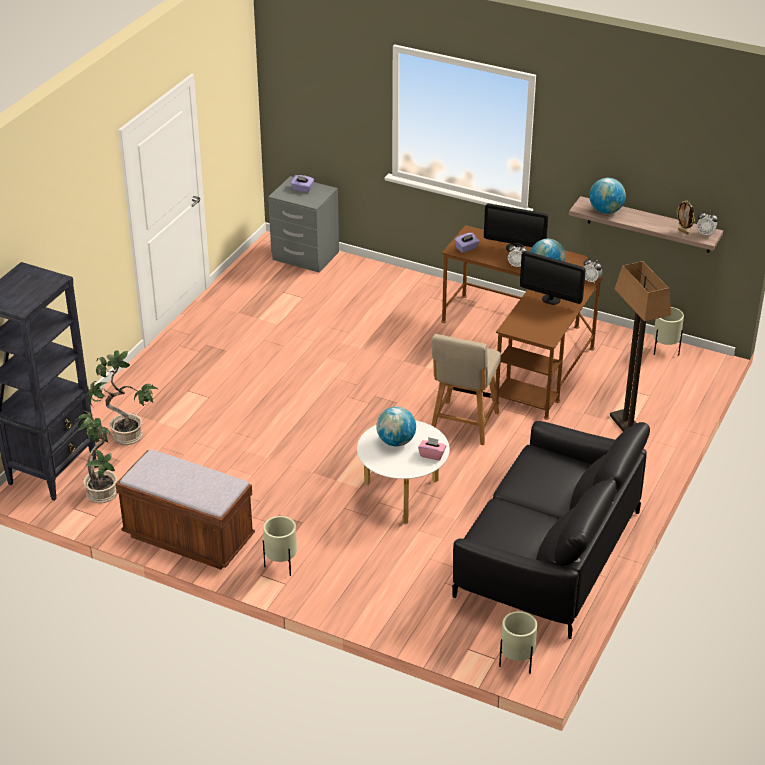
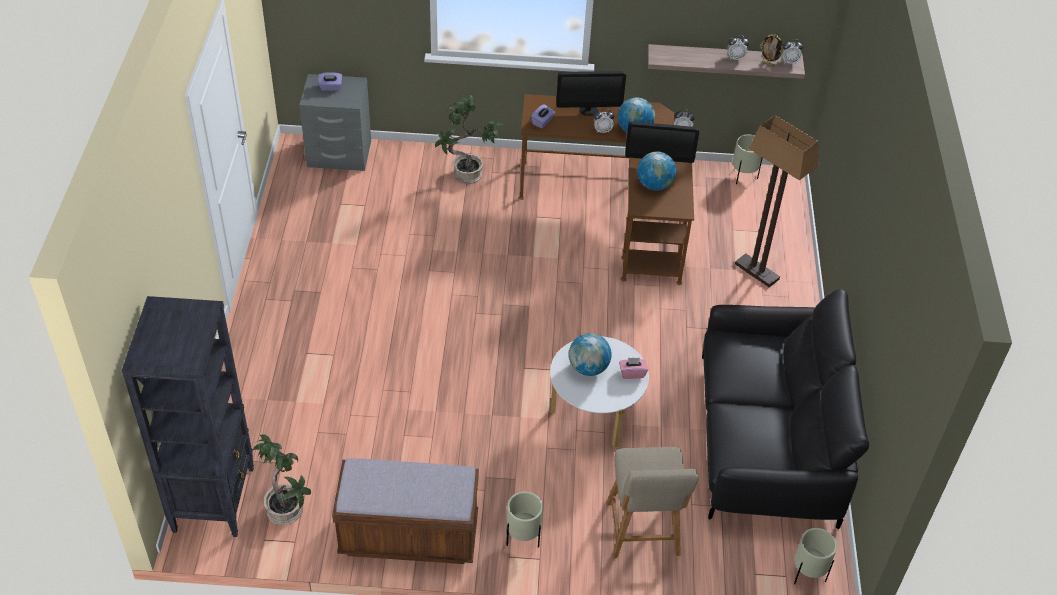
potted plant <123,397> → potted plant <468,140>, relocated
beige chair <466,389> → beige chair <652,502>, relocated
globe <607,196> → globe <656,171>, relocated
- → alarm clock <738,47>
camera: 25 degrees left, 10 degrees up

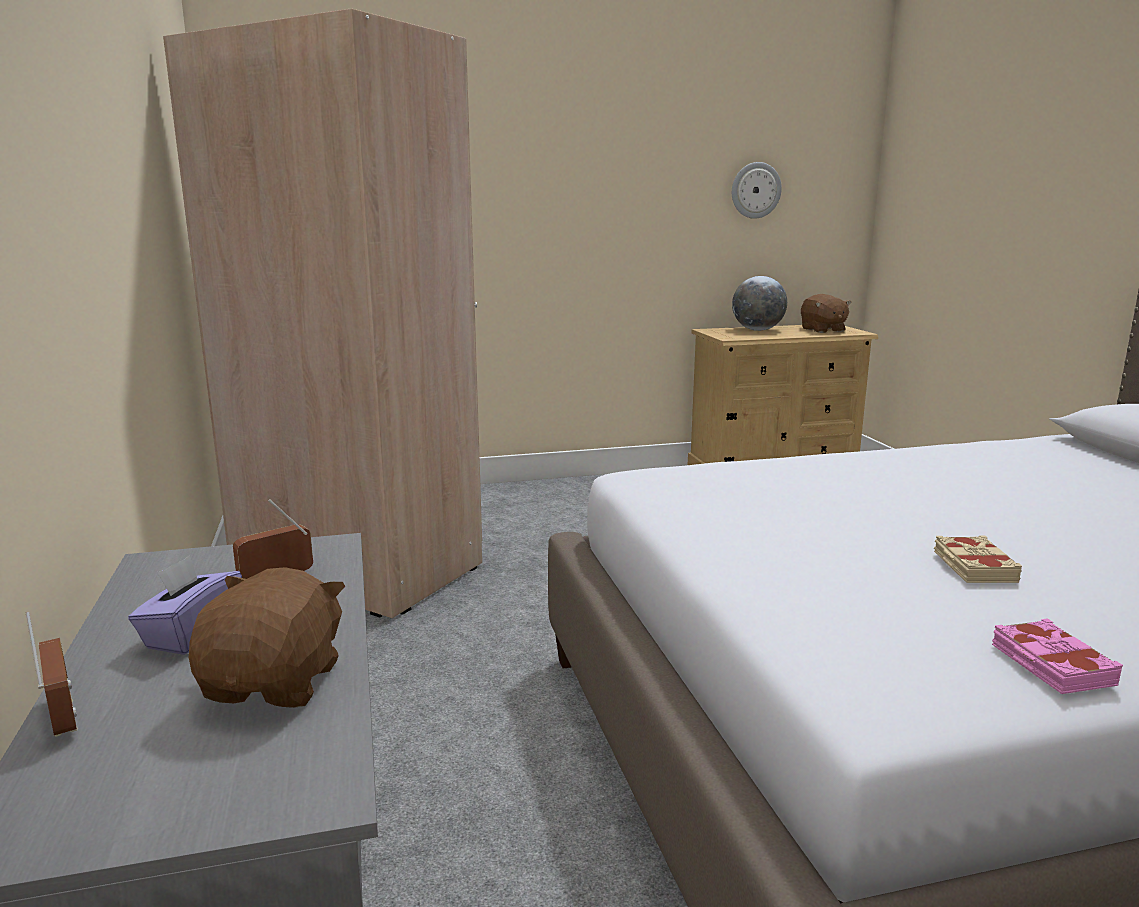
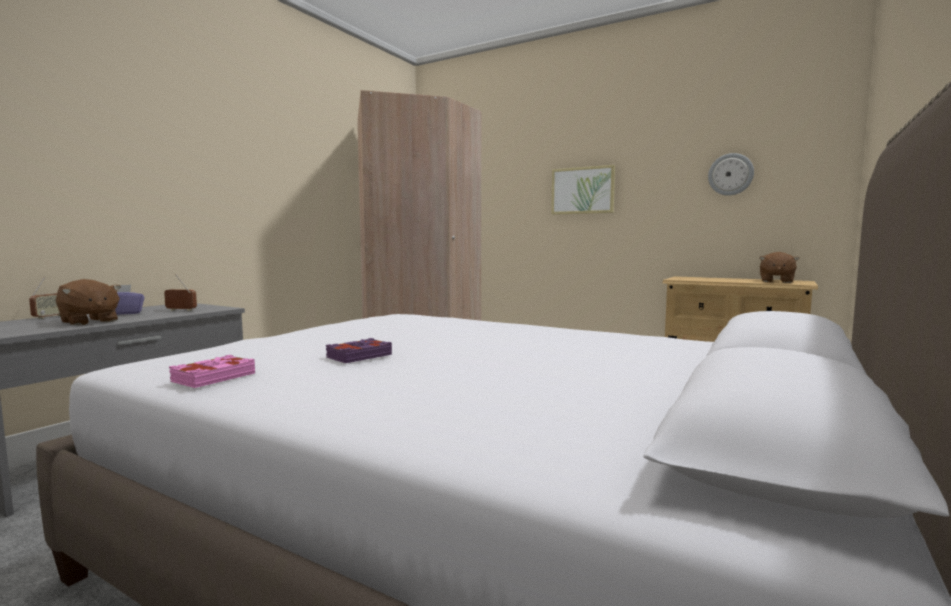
brown plush toy <267,637> → brown plush toy <88,302>, 75 degrees clockwise
beige book <978,559> → purple book <359,350>
- → picture <583,190>
globe <759,303> → -
camera: 45 degrees right, 10 degrees down

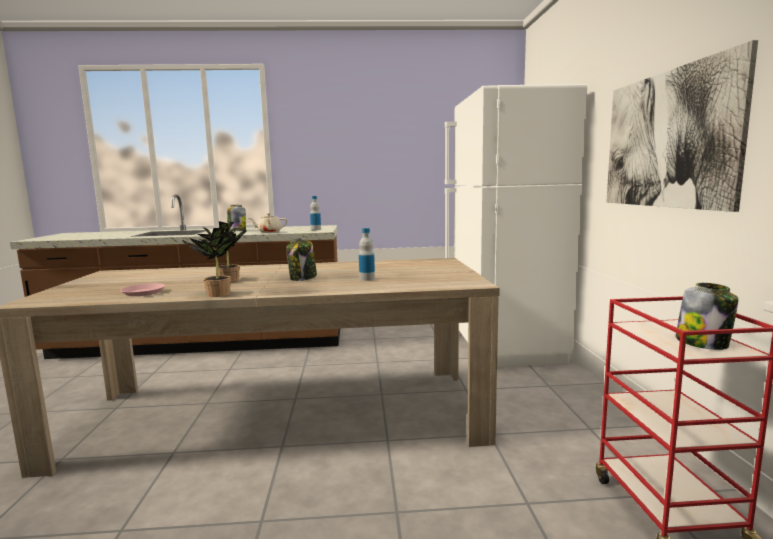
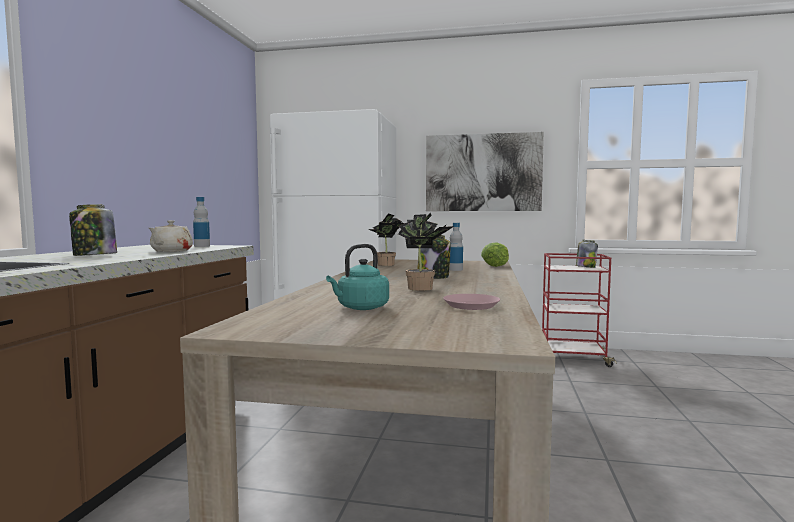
- → turquoise kettle <357,277>
potted plant <211,262> → potted plant <386,239>, relocated
- → lettuce <495,254>
camera: 75 degrees left, 5 degrees down

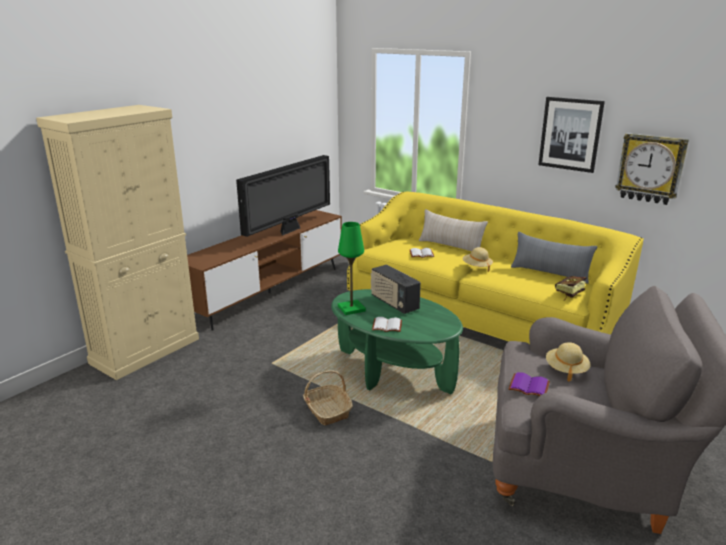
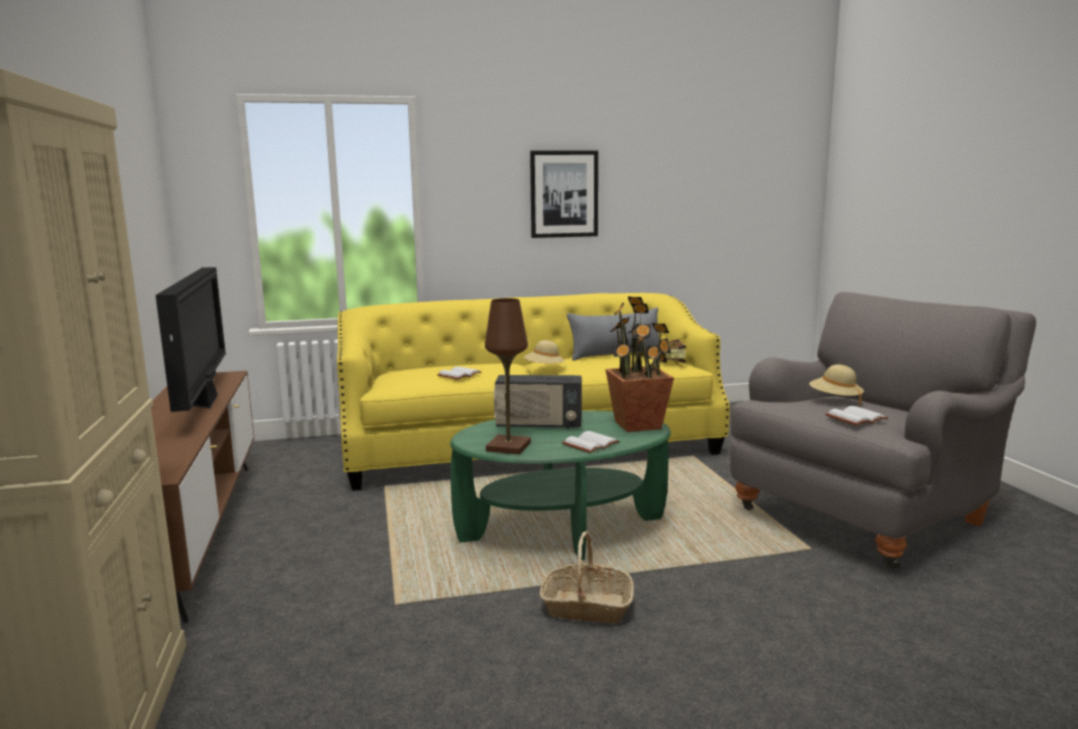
green table lamp <352,268> → brown table lamp <508,376>
- → potted plant <640,364>
purple book <529,384> → white book <856,416>
beige pillow <453,230> → -
wall clock <652,169> → -
camera: 50 degrees left, 10 degrees down

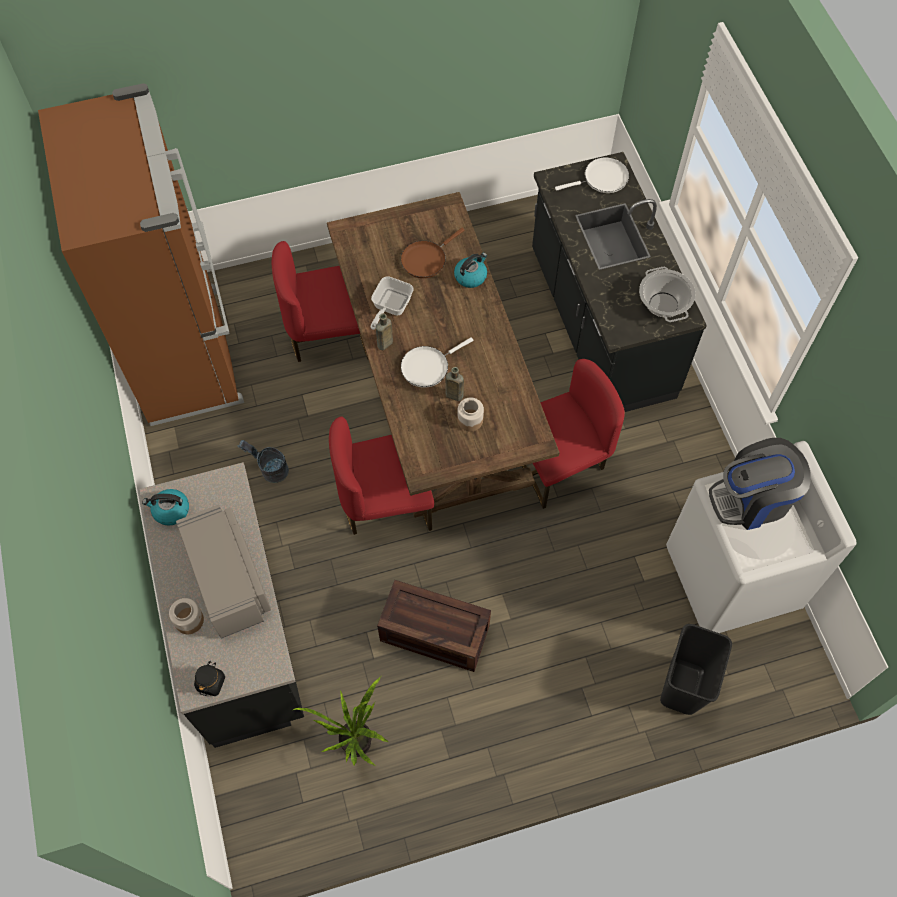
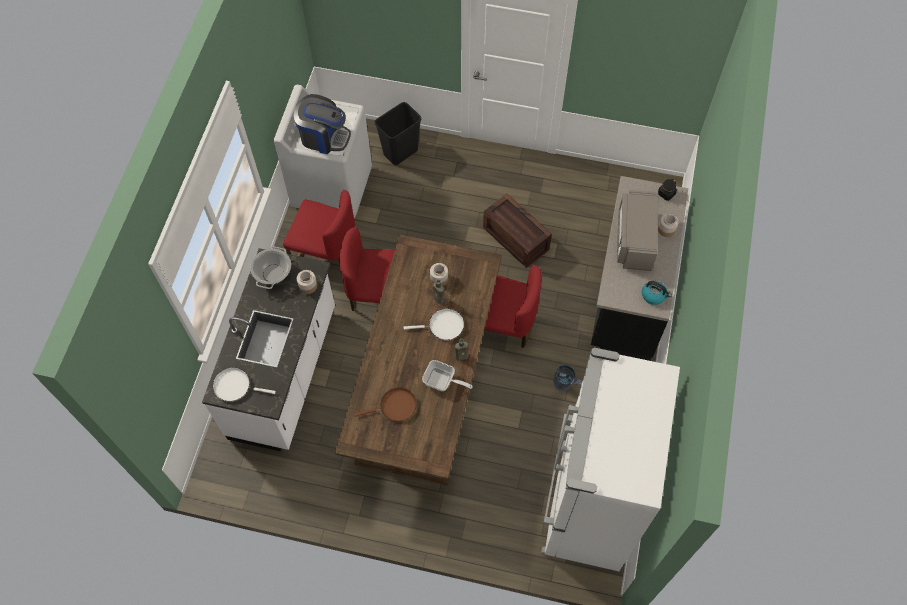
black counter <619,282> → white counter <268,349>
red chair <320,301> → red chair <319,227>, relocated
- → jar <307,282>
frying pan <392,303> → frying pan <447,375>, 60 degrees clockwise
brown fridge <141,254> → white fridge <610,459>
potted plant <340,721> → -
kettle <470,270> → -
camera: 150 degrees left, 0 degrees up

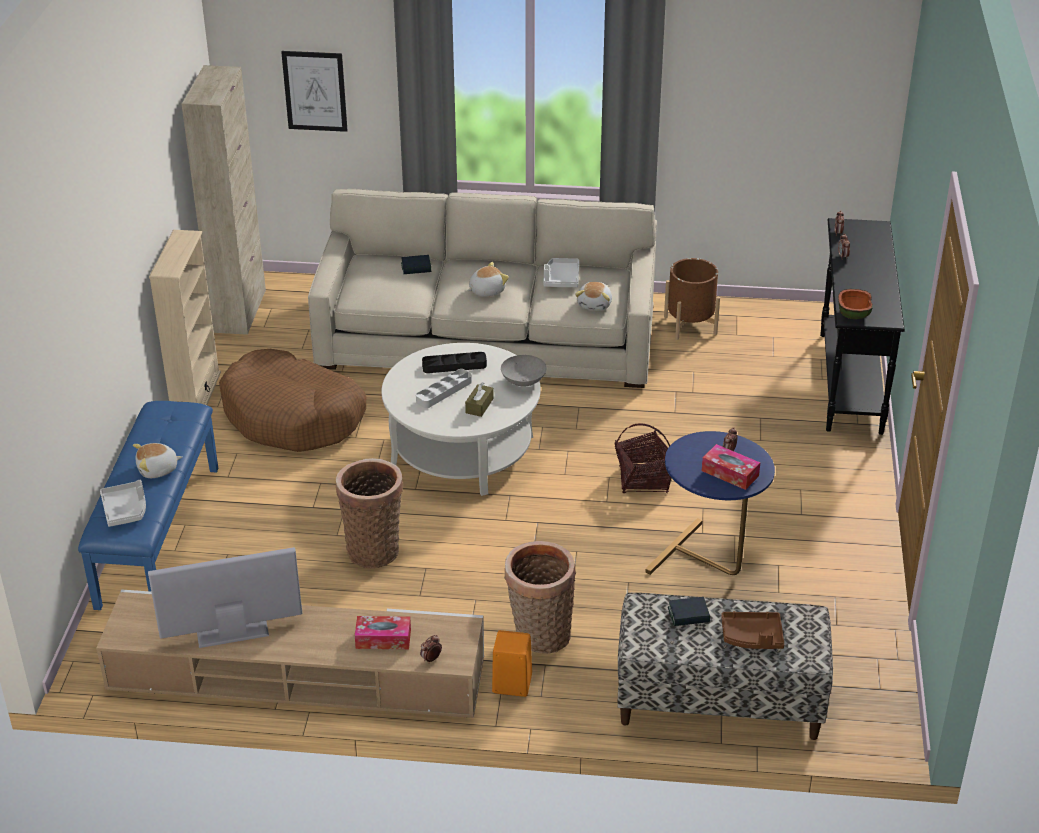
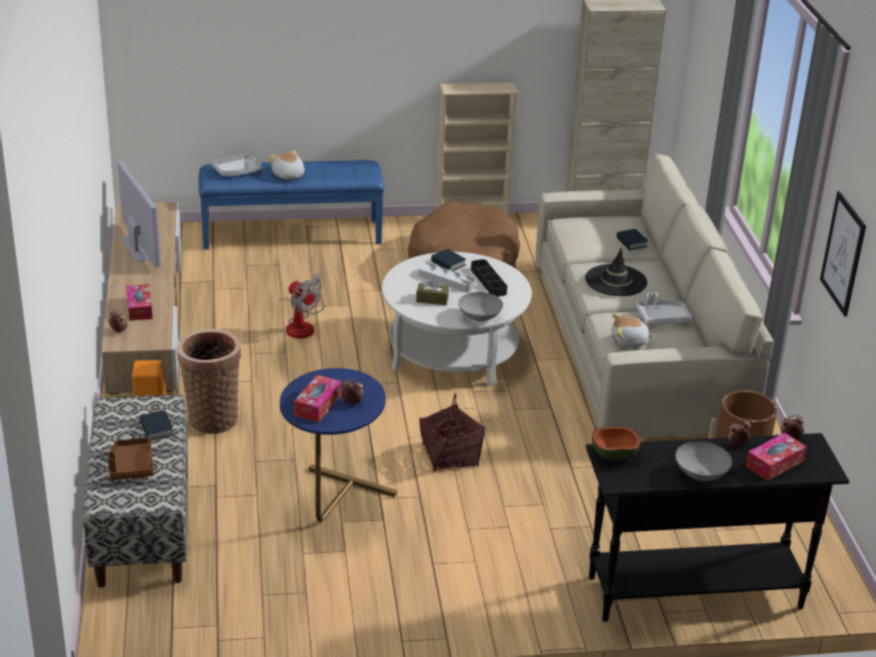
basket <369,513> → fan <305,305>
- → book <448,260>
plush toy <488,279> → black hat <616,272>
- → grey bowl <703,461>
- → tissue box <776,457>
picture <314,91> → picture <843,253>, relocated
camera: 75 degrees right, 5 degrees down

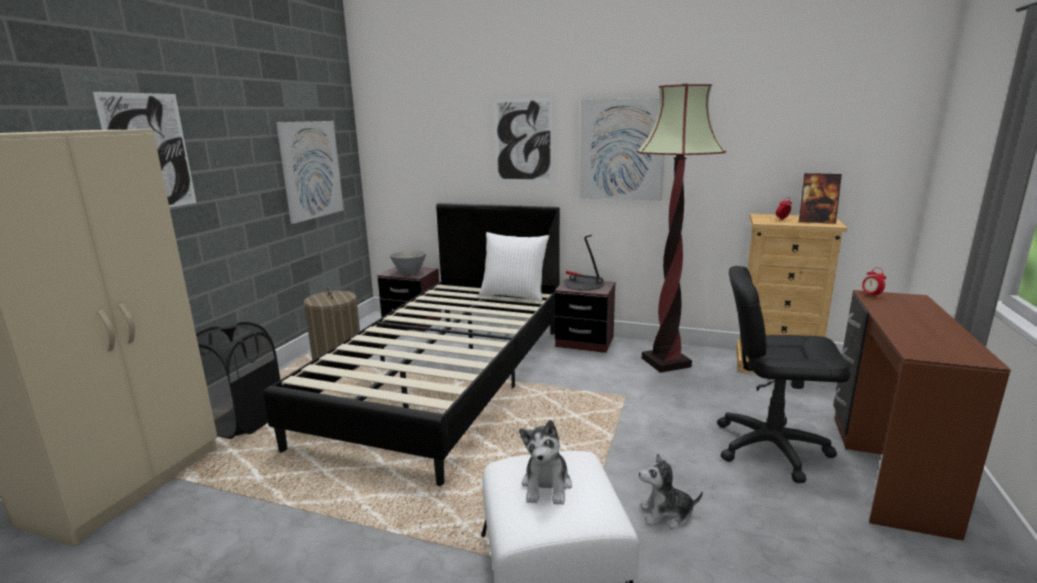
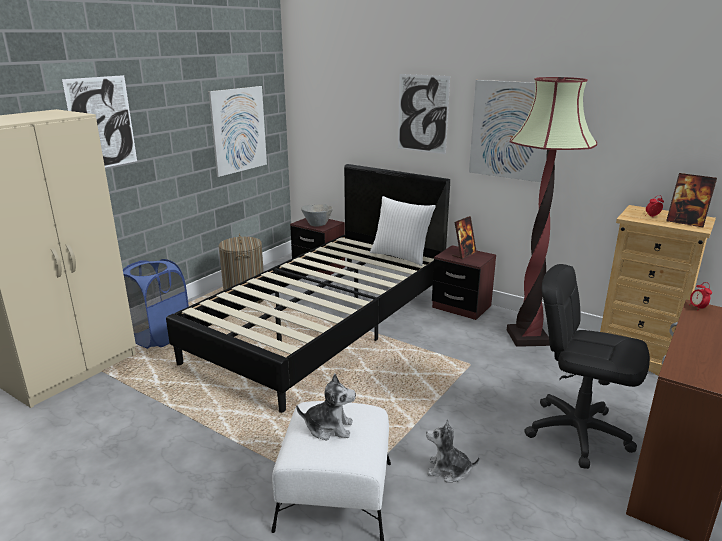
black laundry basket <238,380> → blue laundry basket <156,304>
plush toy <545,462> → plush toy <326,407>, 105 degrees counterclockwise
table lamp <584,263> → picture frame <464,237>
camera: 15 degrees right, 5 degrees up

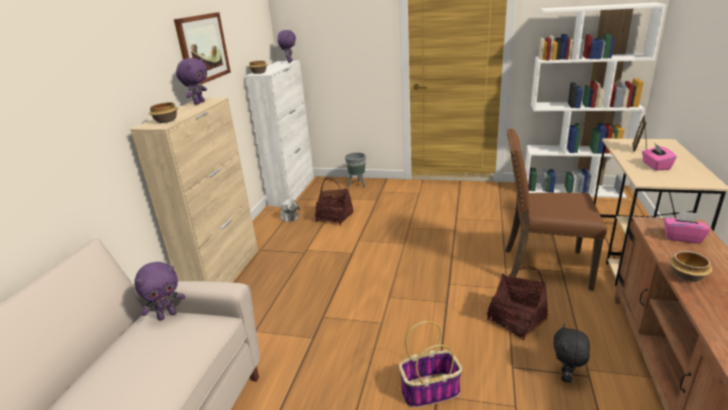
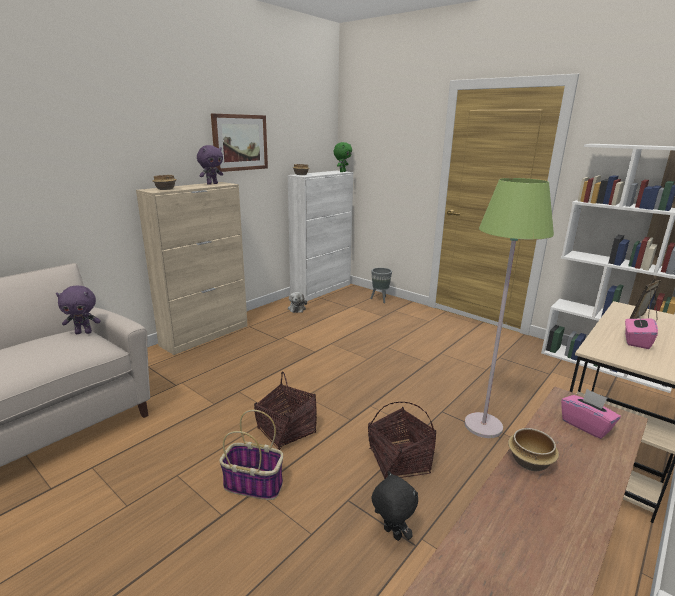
basket <334,202> → basket <285,410>, relocated
purple plush toy <286,46> → green plush toy <342,157>
black plush toy <572,353> → black plush toy <395,506>, 90 degrees clockwise
brown chair <556,209> → green floor lamp <509,308>
camera: 25 degrees right, 5 degrees down

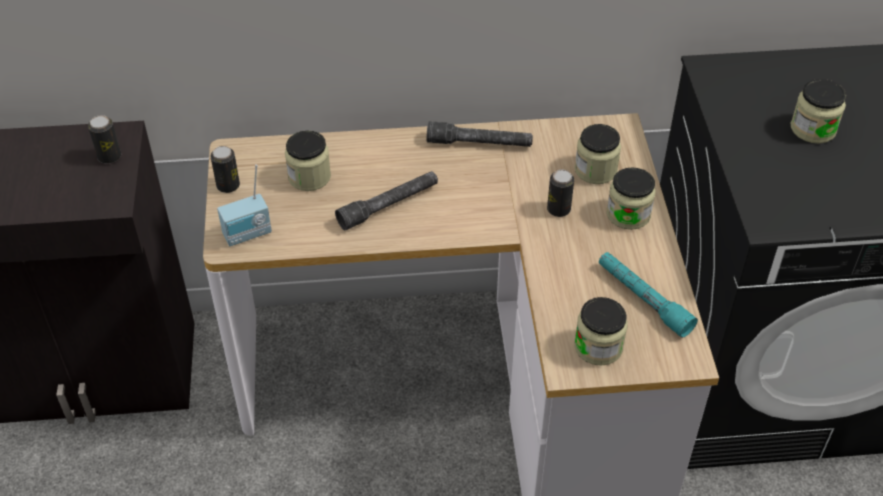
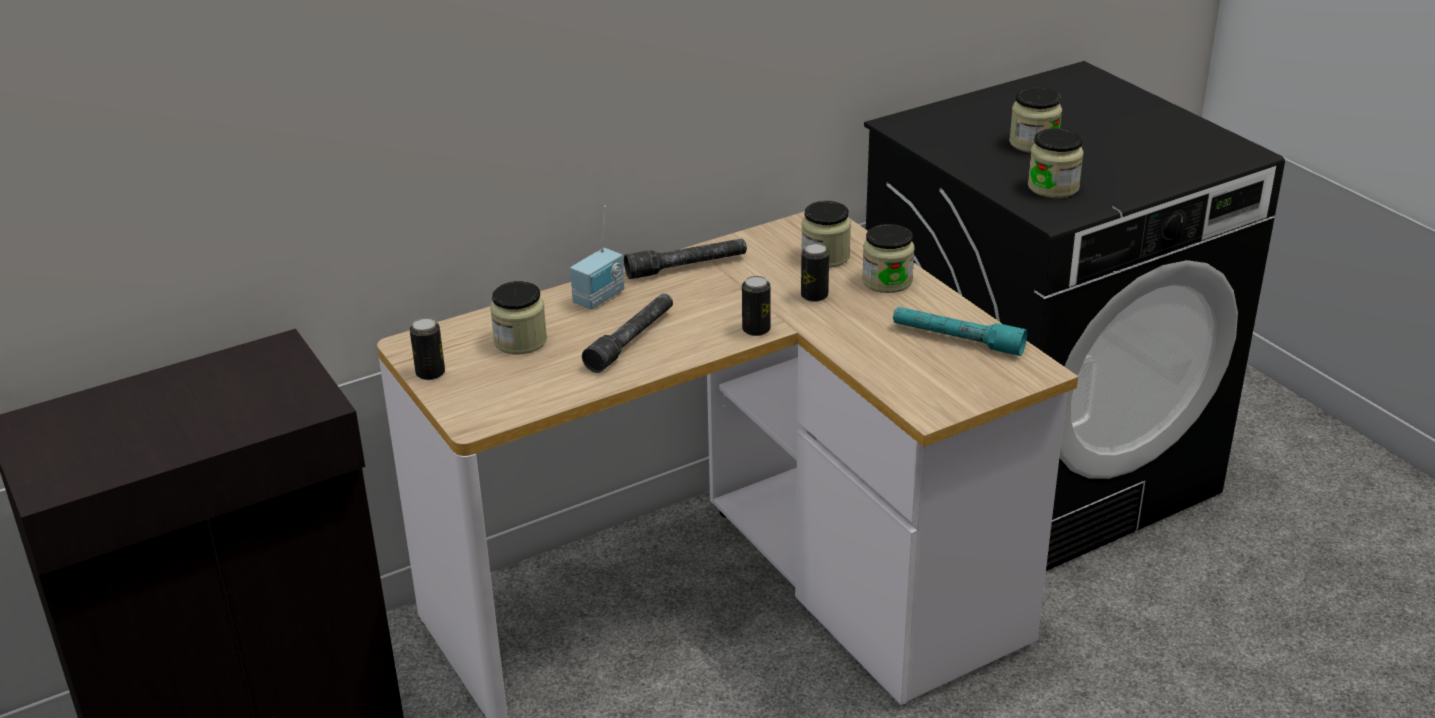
radio <244,205> → radio <597,257>, relocated
can <104,139> → can <756,306>, relocated
jar <601,331> → jar <1056,163>, relocated
camera: 25 degrees left, 15 degrees down

